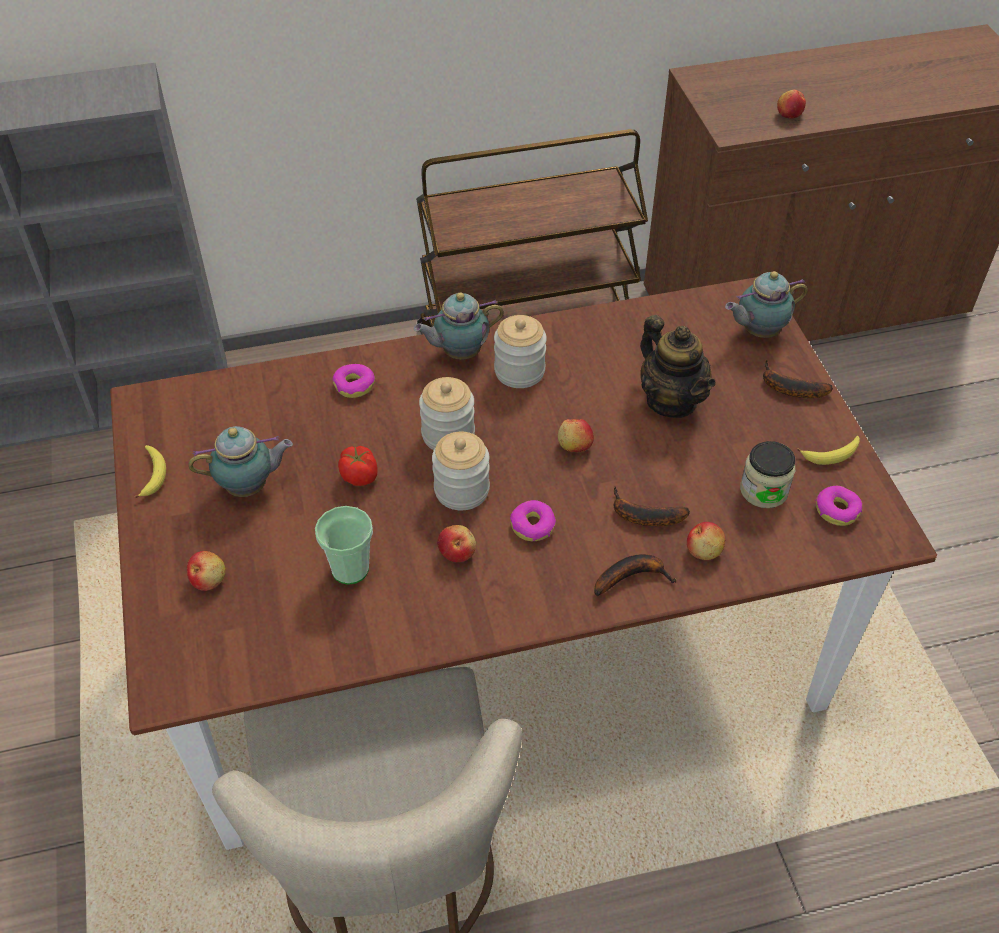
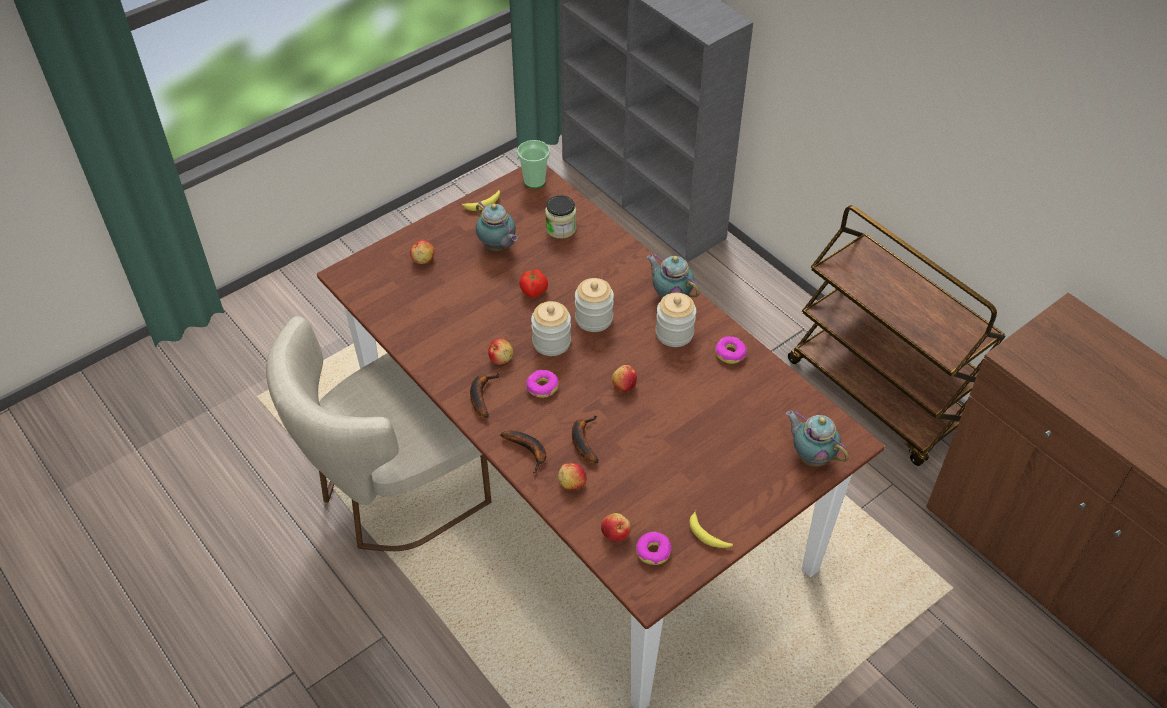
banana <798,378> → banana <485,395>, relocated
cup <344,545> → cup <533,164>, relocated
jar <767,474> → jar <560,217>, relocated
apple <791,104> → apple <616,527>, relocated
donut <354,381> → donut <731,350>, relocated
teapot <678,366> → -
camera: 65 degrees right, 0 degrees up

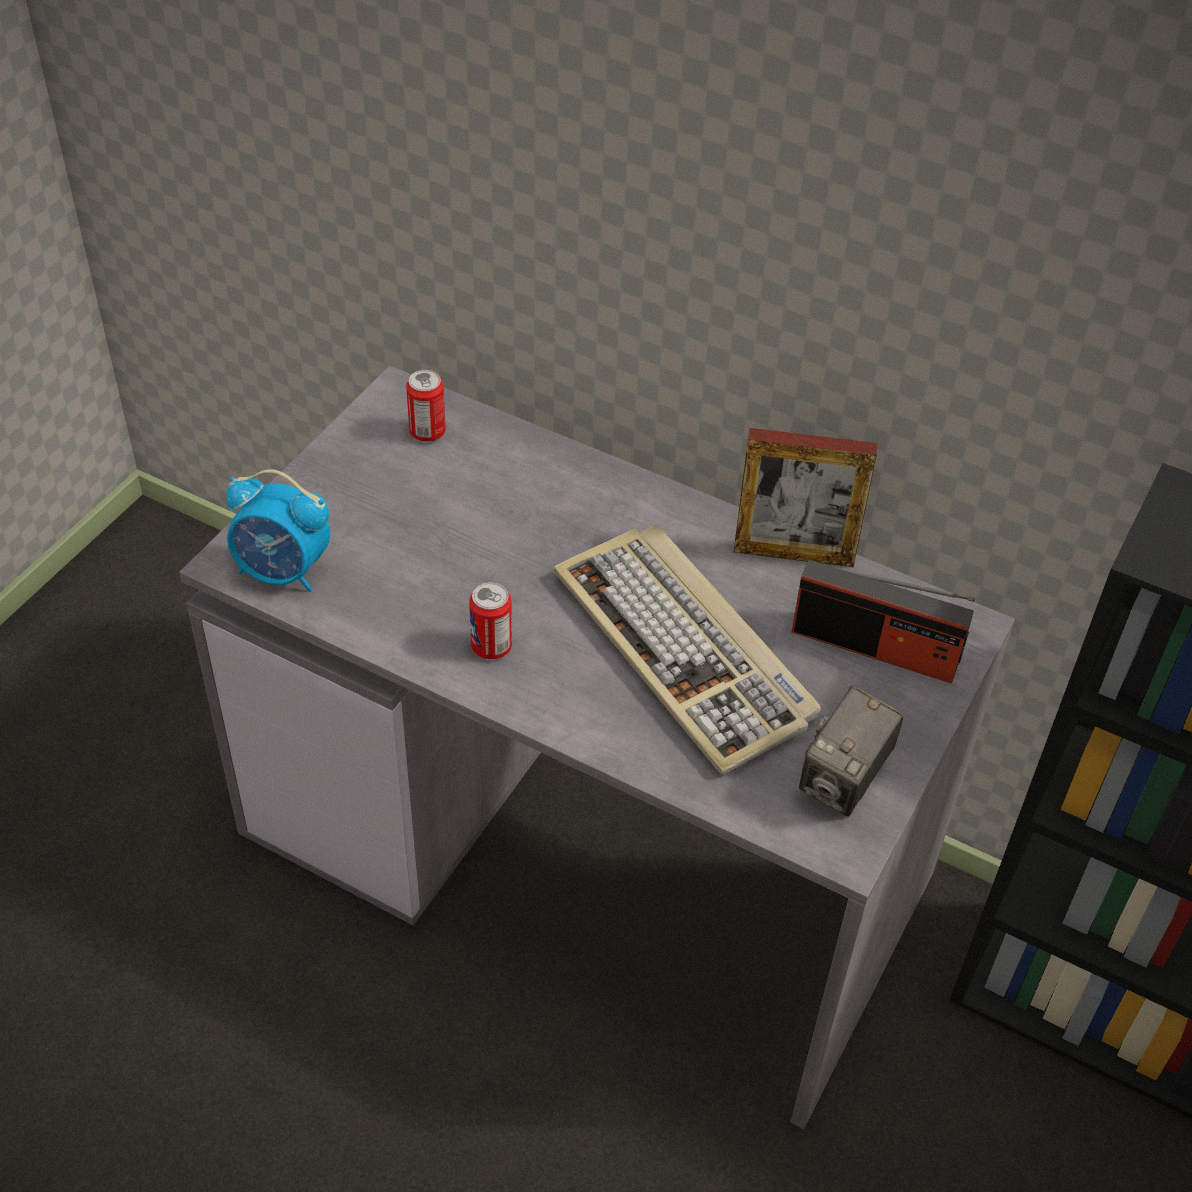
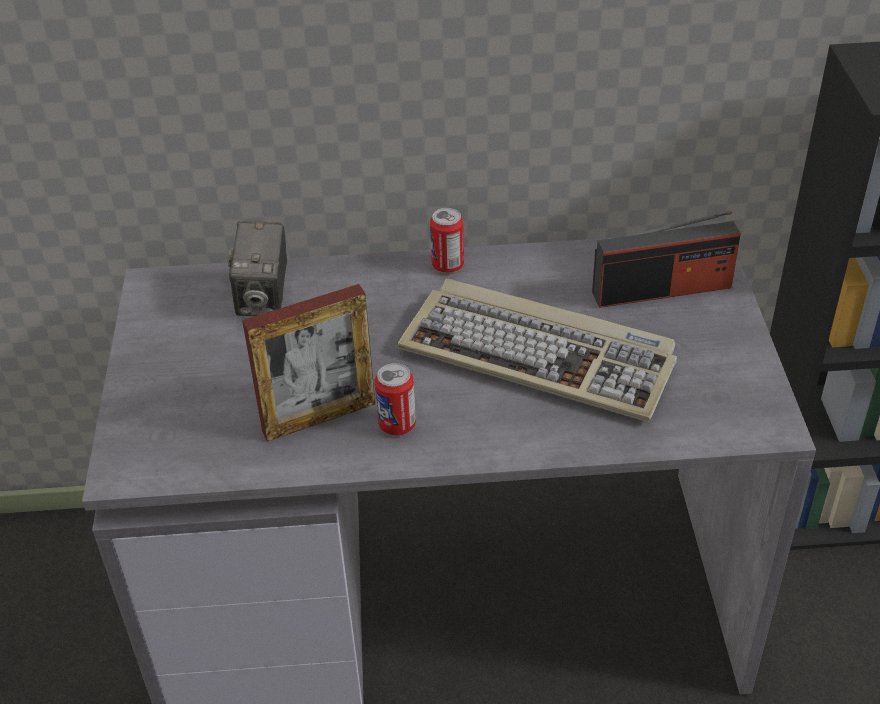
photo camera <851,751> → photo camera <257,268>, relocated
picture frame <805,497> → picture frame <308,363>, relocated
can <426,406> → can <447,240>, relocated
alarm clock <278,530> → -
camera: 30 degrees left, 5 degrees down

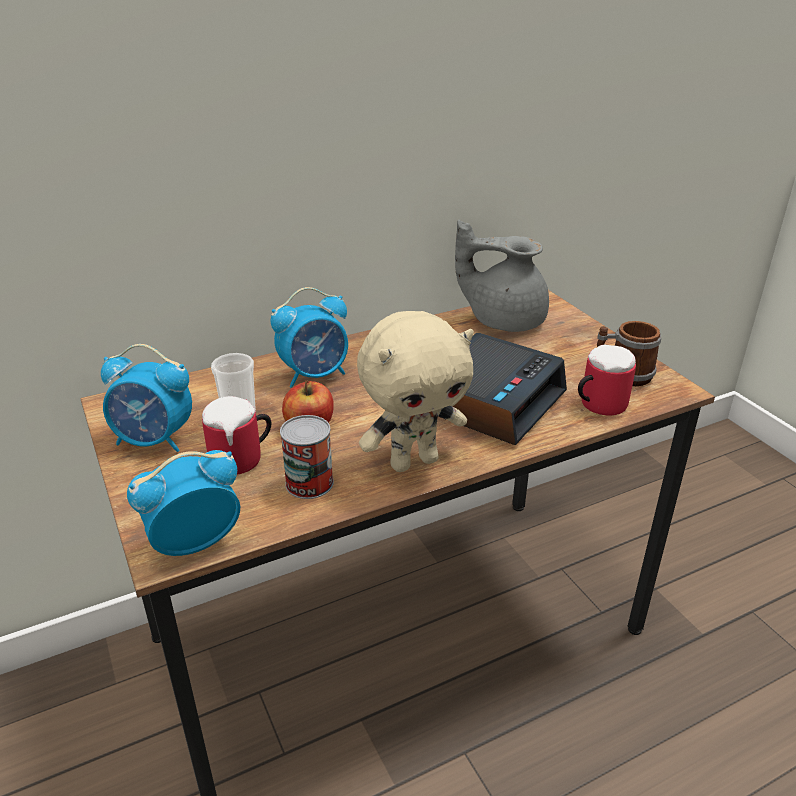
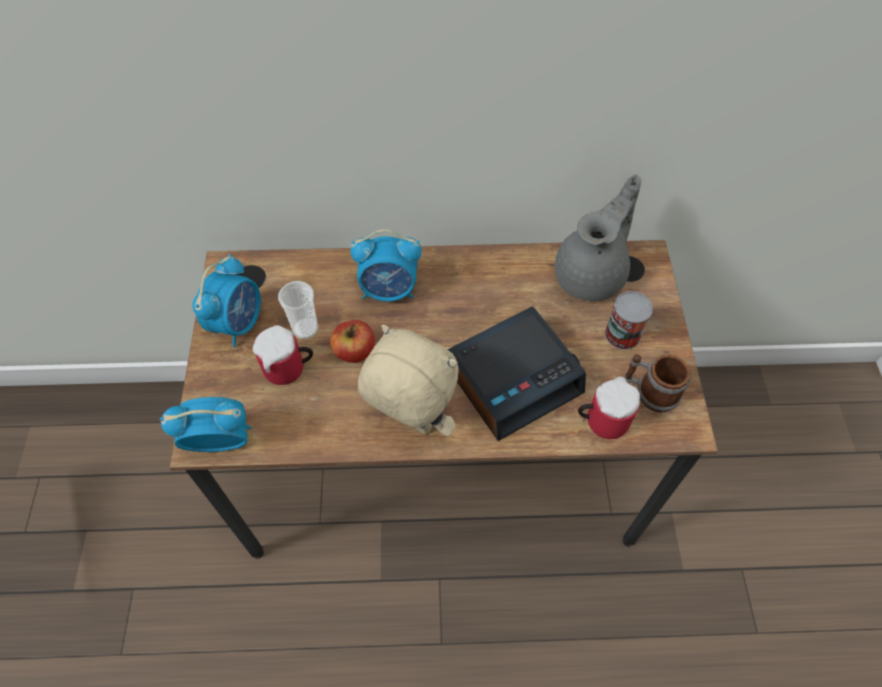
alarm clock <146,398> → alarm clock <226,301>, 105 degrees counterclockwise
beige plush toy <415,391> → beige plush toy <408,380>, 150 degrees counterclockwise
grey teapot <502,276> → grey teapot <598,237>, 90 degrees clockwise
can <307,457> → can <629,320>, relocated
camera: 25 degrees right, 25 degrees up

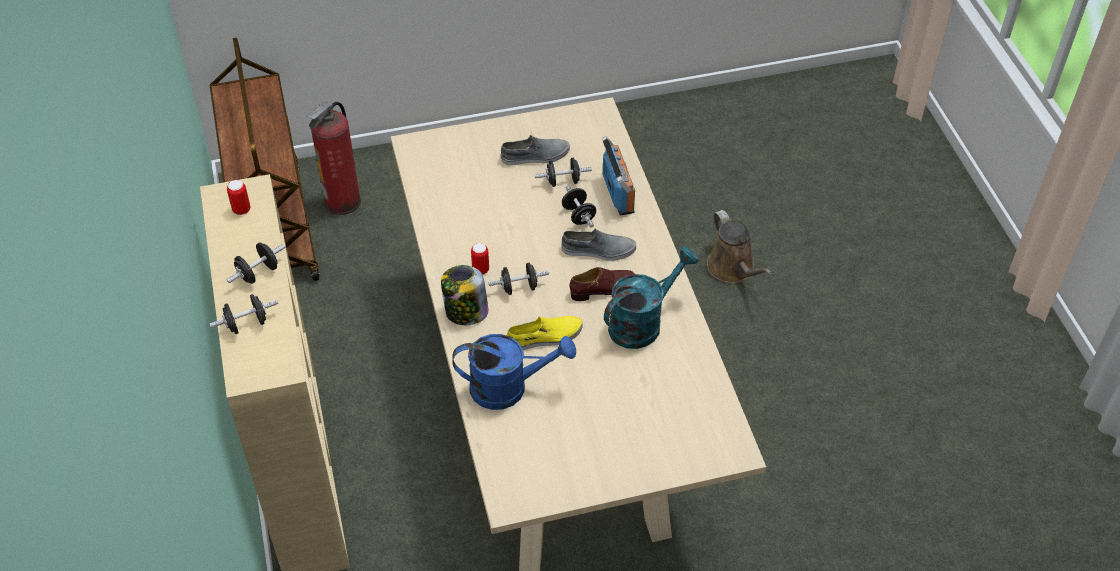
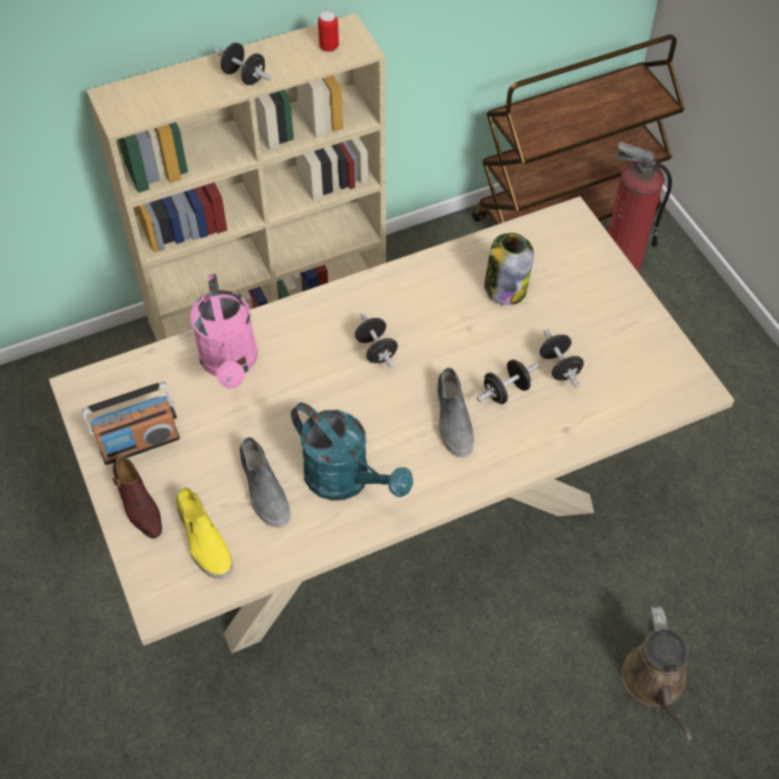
radio <618,175> → radio <131,423>, relocated
brown shoe <602,284> → brown shoe <137,497>, relocated
yellow shoe <545,333> → yellow shoe <204,533>, relocated
blue watering can <514,372> → pink watering can <224,331>
grey shoe <535,150> → grey shoe <264,482>, relocated
jar <464,295> → jar <509,269>, relocated
brown watering can <739,246> → brown watering can <656,674>, 60 degrees counterclockwise
black dumbbell <243,314> → -
can <480,259> → -
camera: 80 degrees right, 5 degrees up

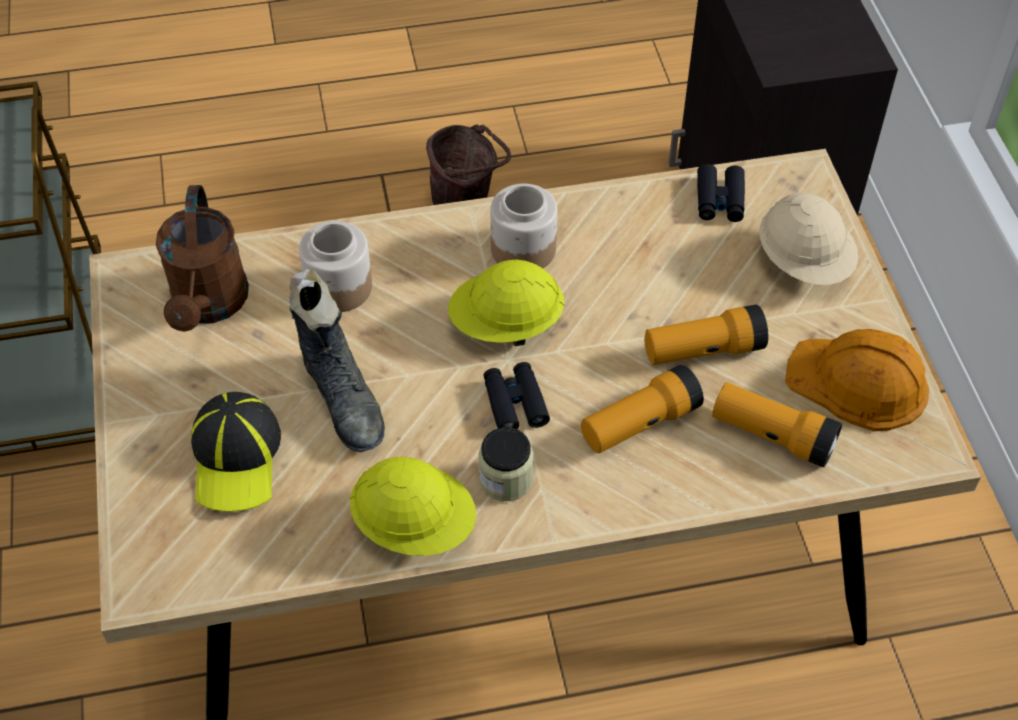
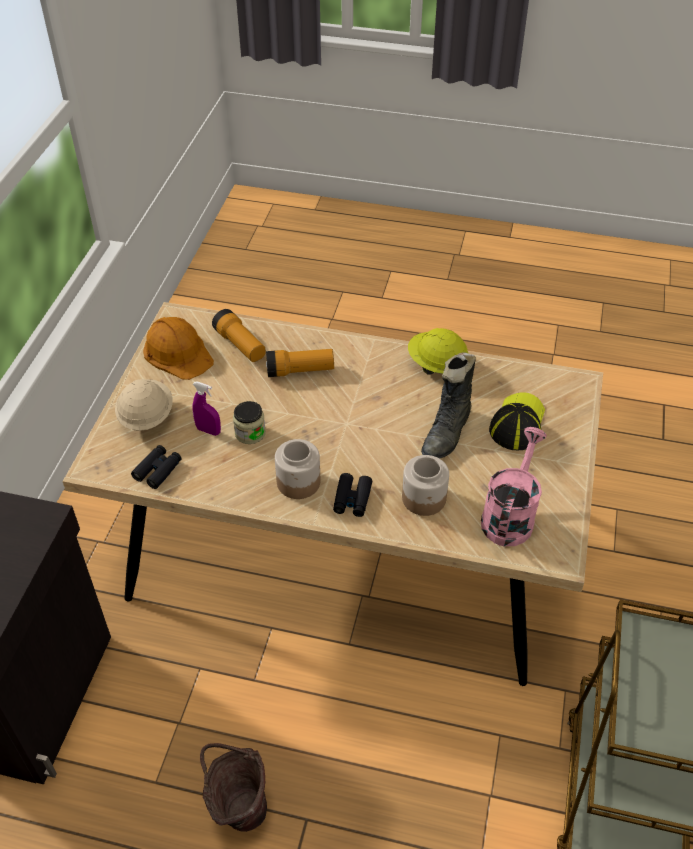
- → purple spray bottle <206,408>
jar <506,464> → jar <249,422>, relocated
black binoculars <516,395> → black binoculars <352,495>, relocated
black boot <337,360> → black boot <448,405>, 150 degrees counterclockwise
brown watering can <202,258> → pink watering can <514,486>
yellow hard hat <506,303> → -
flashlight <706,335> → -
camera: 155 degrees left, 5 degrees down

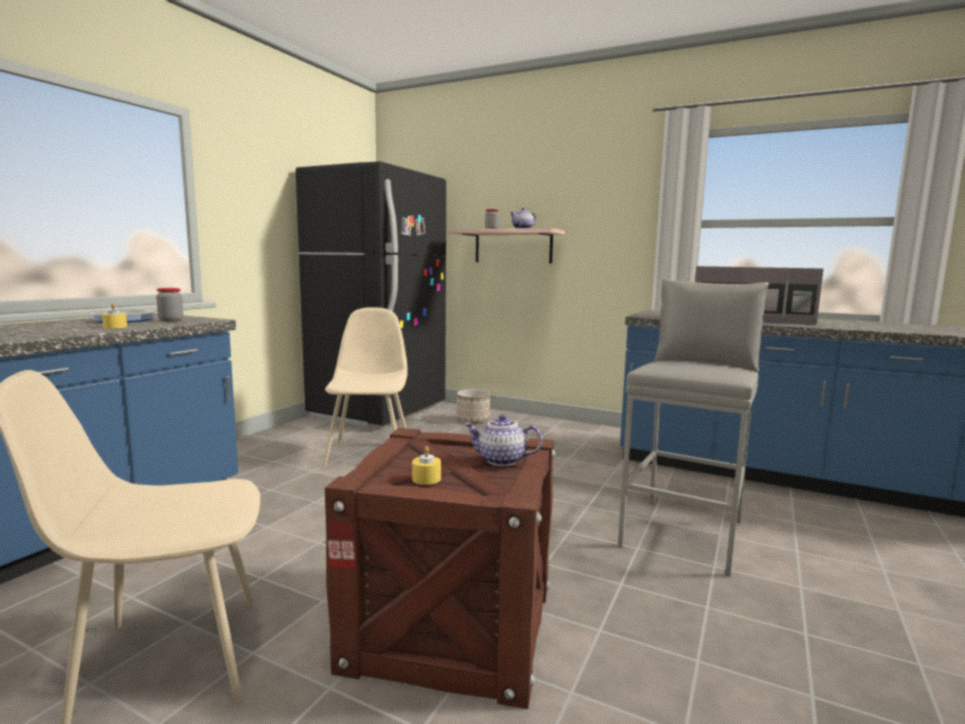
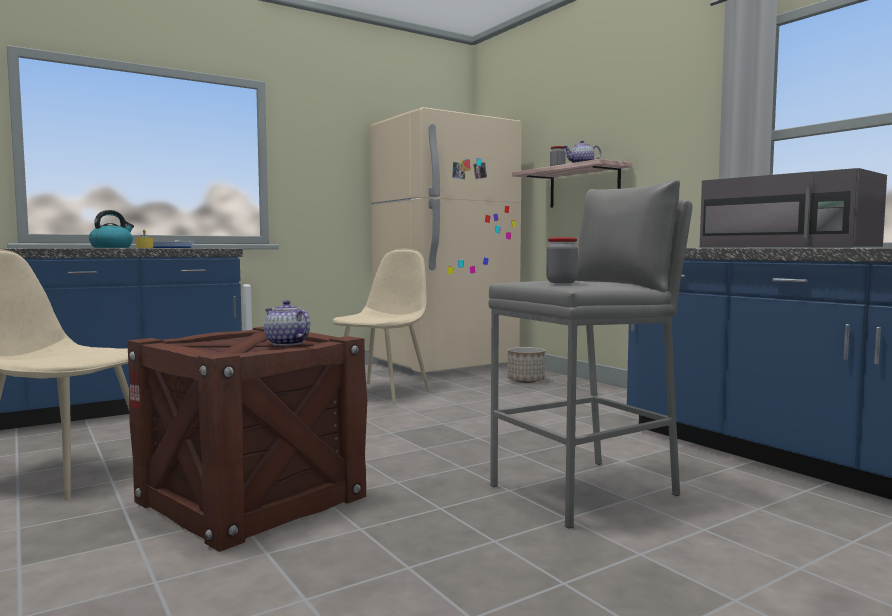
- → kettle <111,229>
black fridge <371,294> → beige fridge <446,241>
jar <169,305> → jar <562,260>, relocated
yellow candle <426,465> → -
camera: 30 degrees right, 5 degrees down

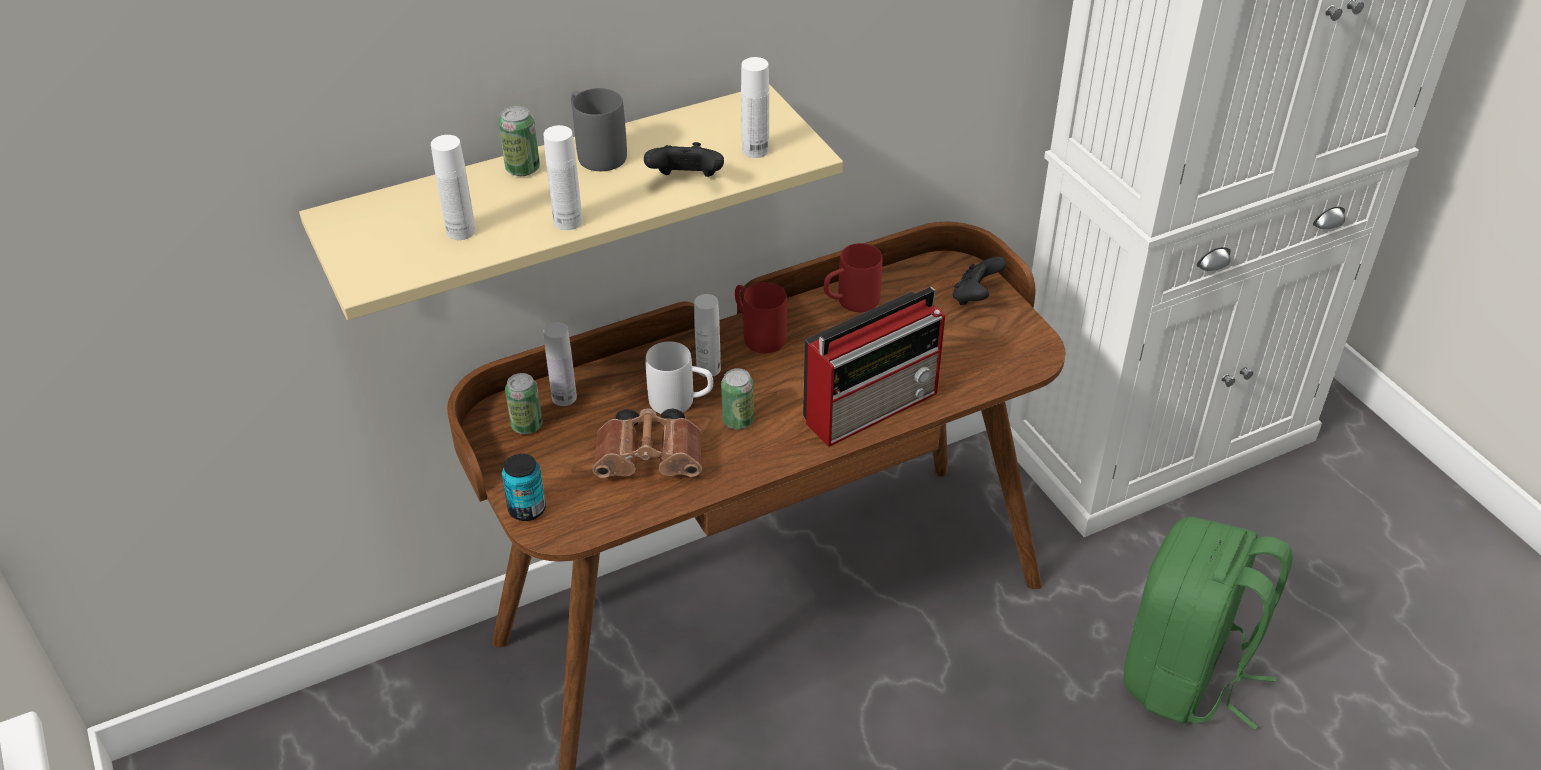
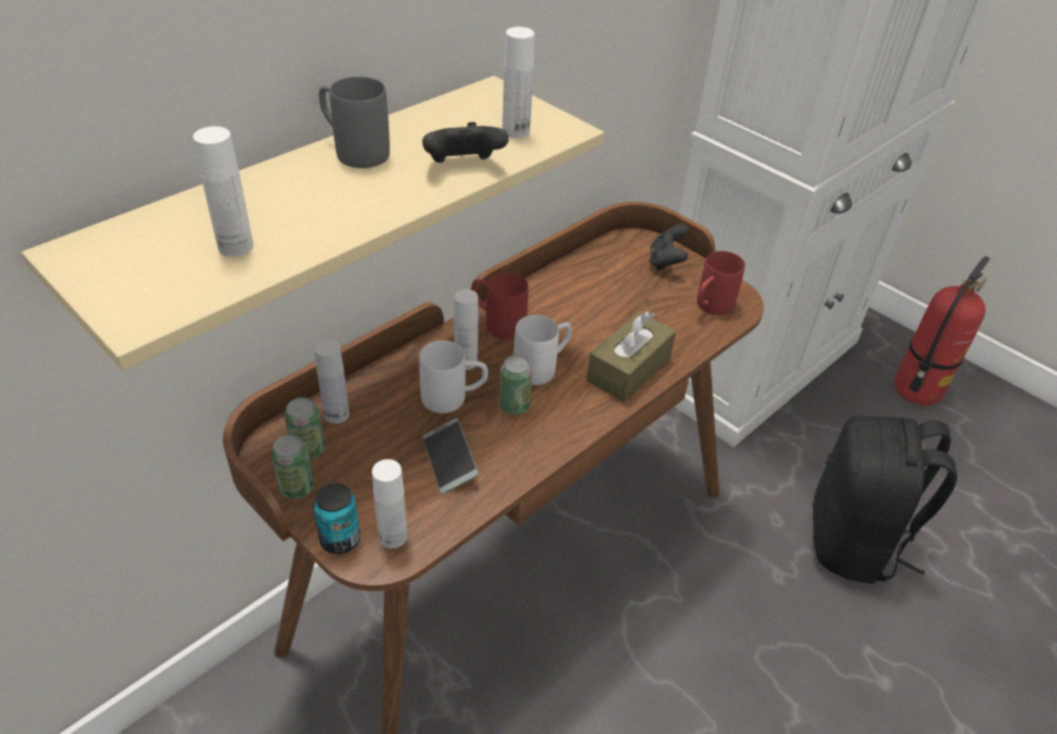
can <519,140> → can <292,467>, relocated
white bottle <563,177> → white bottle <389,503>, relocated
brown binoculars <647,443> → phone <450,456>
- → white mug <543,350>
radio <874,367> → brown tissue box <631,356>
red mug <853,277> → red mug <721,283>, relocated
green backpack <1208,623> → black backpack <884,500>
- → fire extinguisher <942,330>
camera: 20 degrees left, 0 degrees up

